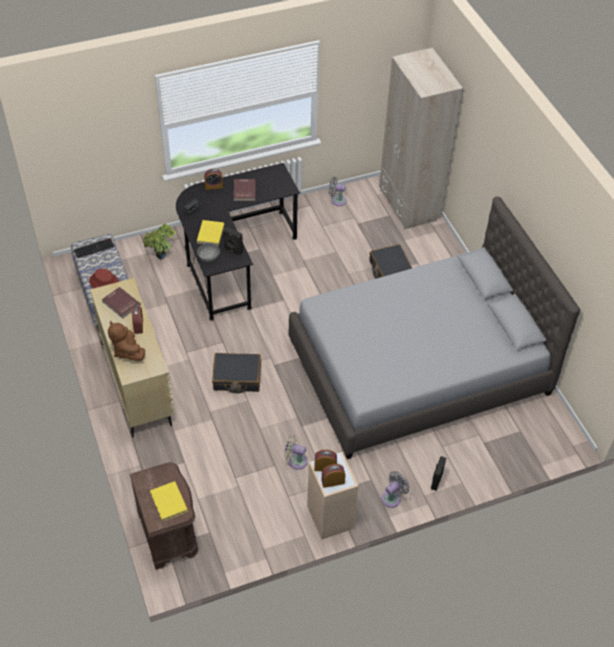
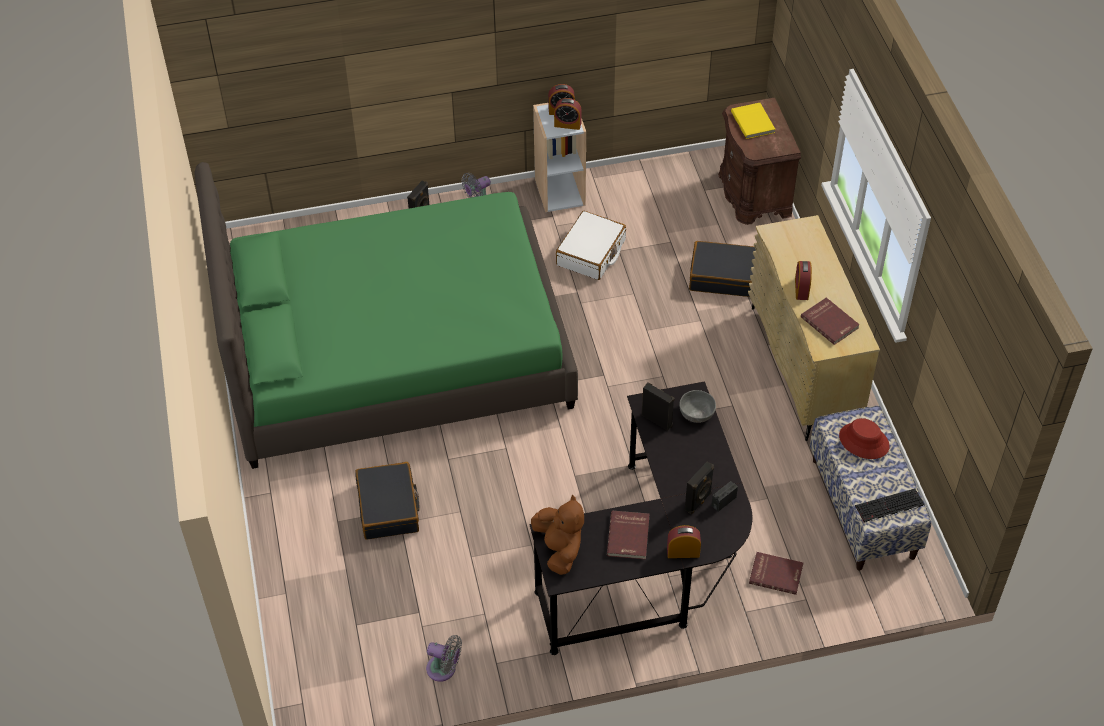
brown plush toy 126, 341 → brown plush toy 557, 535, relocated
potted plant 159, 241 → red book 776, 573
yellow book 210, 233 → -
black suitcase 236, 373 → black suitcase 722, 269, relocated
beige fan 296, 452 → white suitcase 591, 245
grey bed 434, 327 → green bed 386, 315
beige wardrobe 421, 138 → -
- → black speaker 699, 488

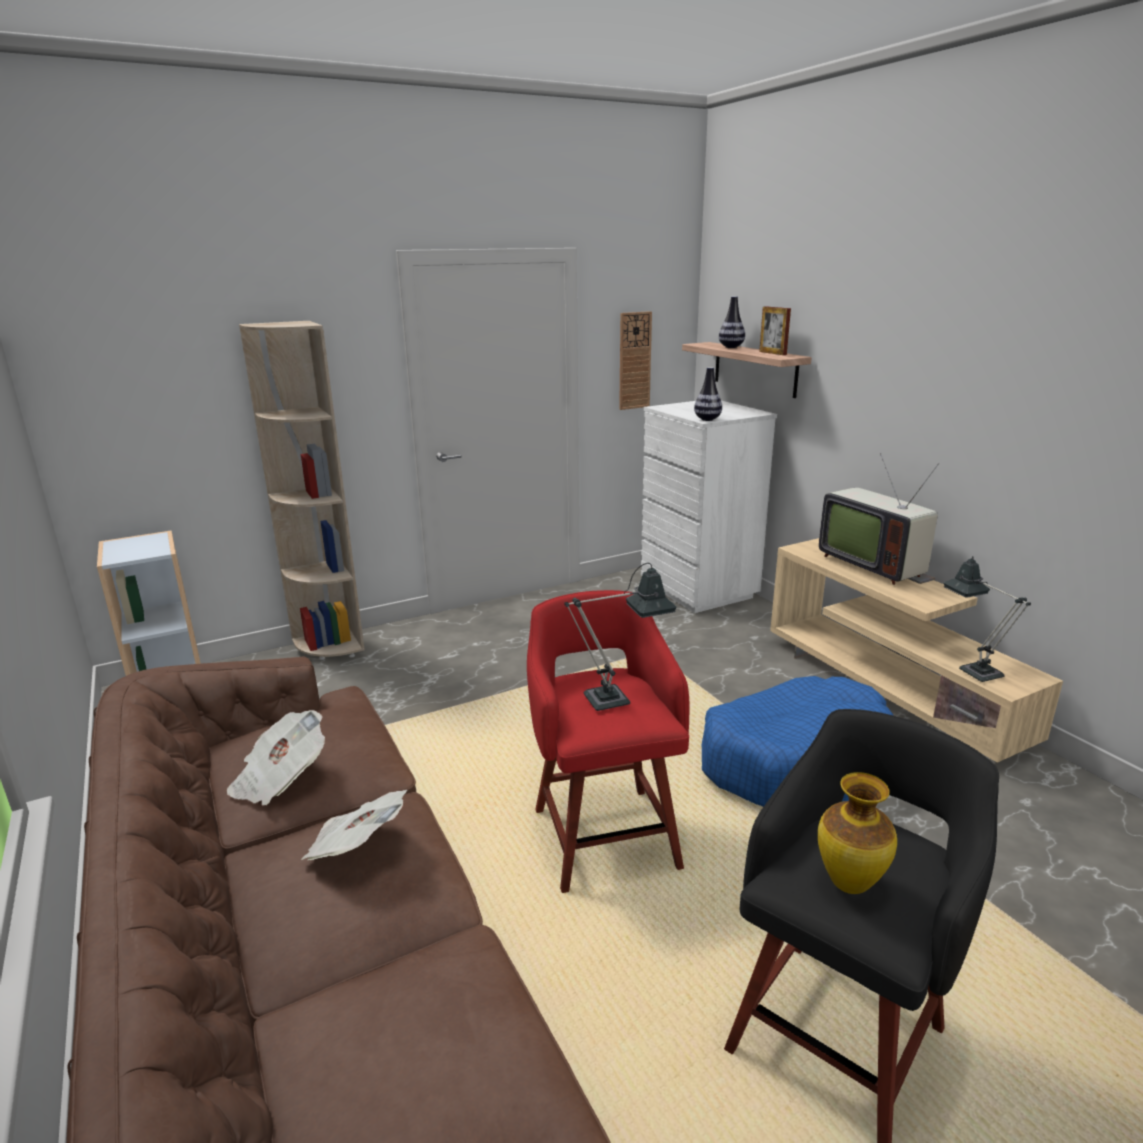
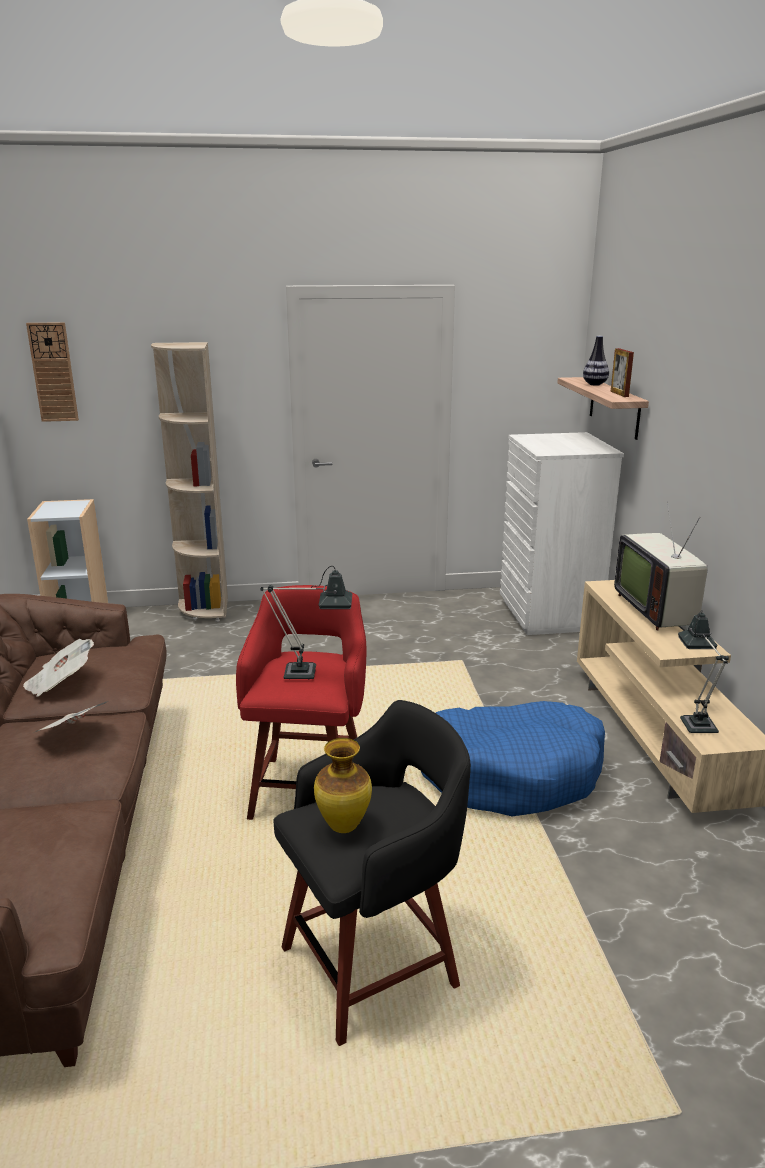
wall clock 635, 360 → wall clock 52, 372, relocated
vase 708, 394 → -

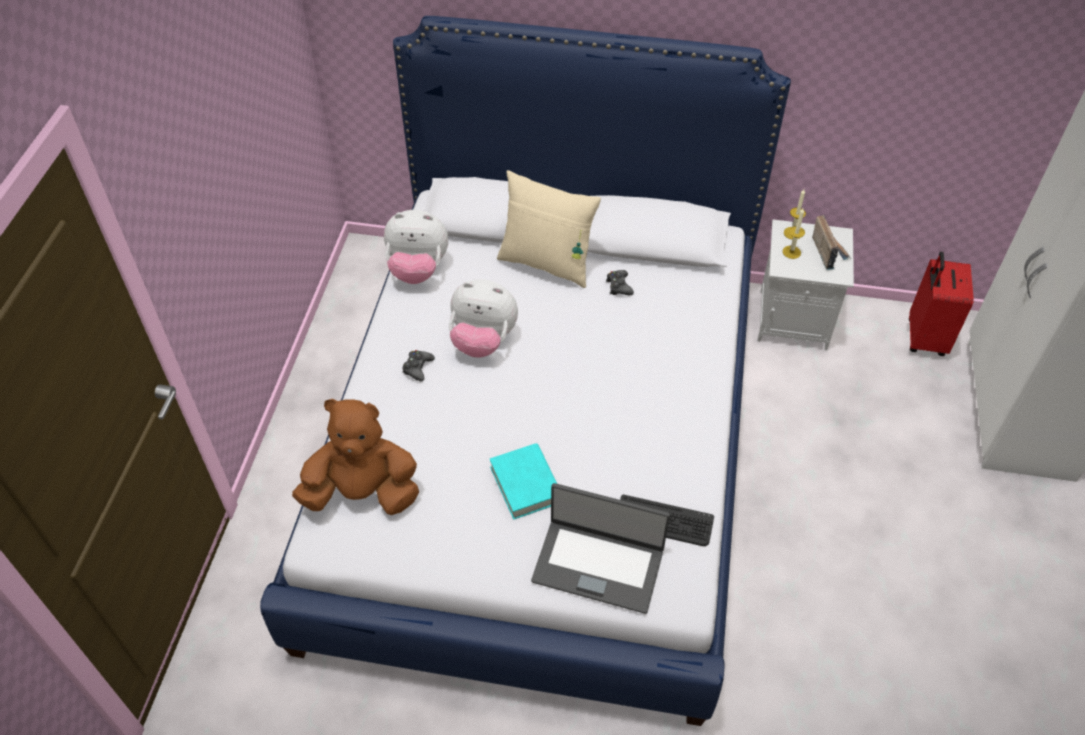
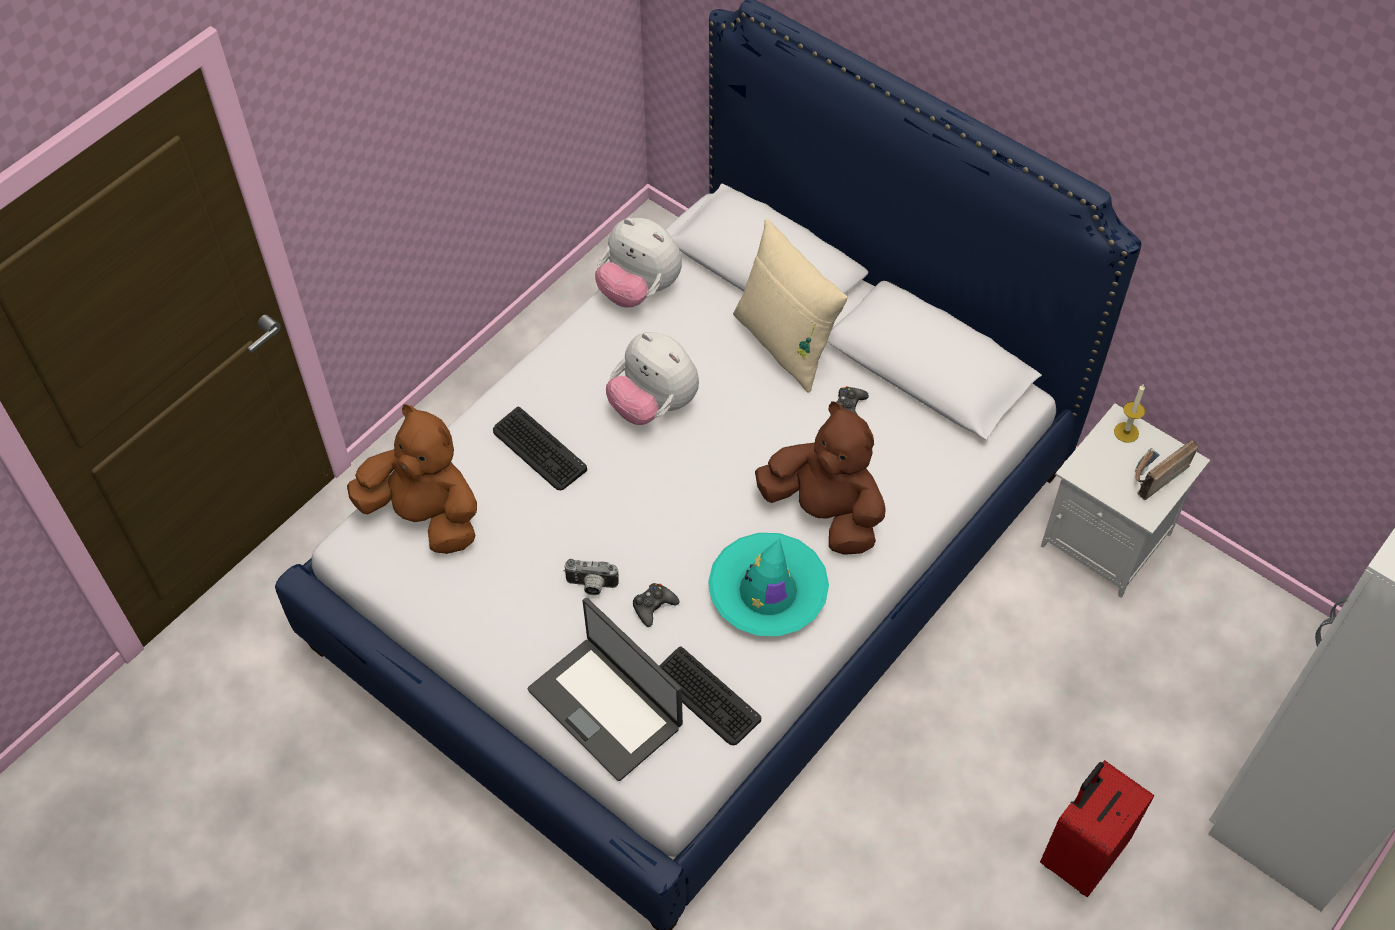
black game controller 419, 366 → black game controller 656, 605, relocated
turquoise book 523, 481 → photo camera 591, 577
candle 794, 234 → -
radio 832, 242 → radio 1167, 470, 150 degrees counterclockwise
red suitcase 941, 304 → red suitcase 1097, 828, relocated
- → keyboard 540, 448
- → turquoise hat 768, 584
- → brown plush toy 820, 478

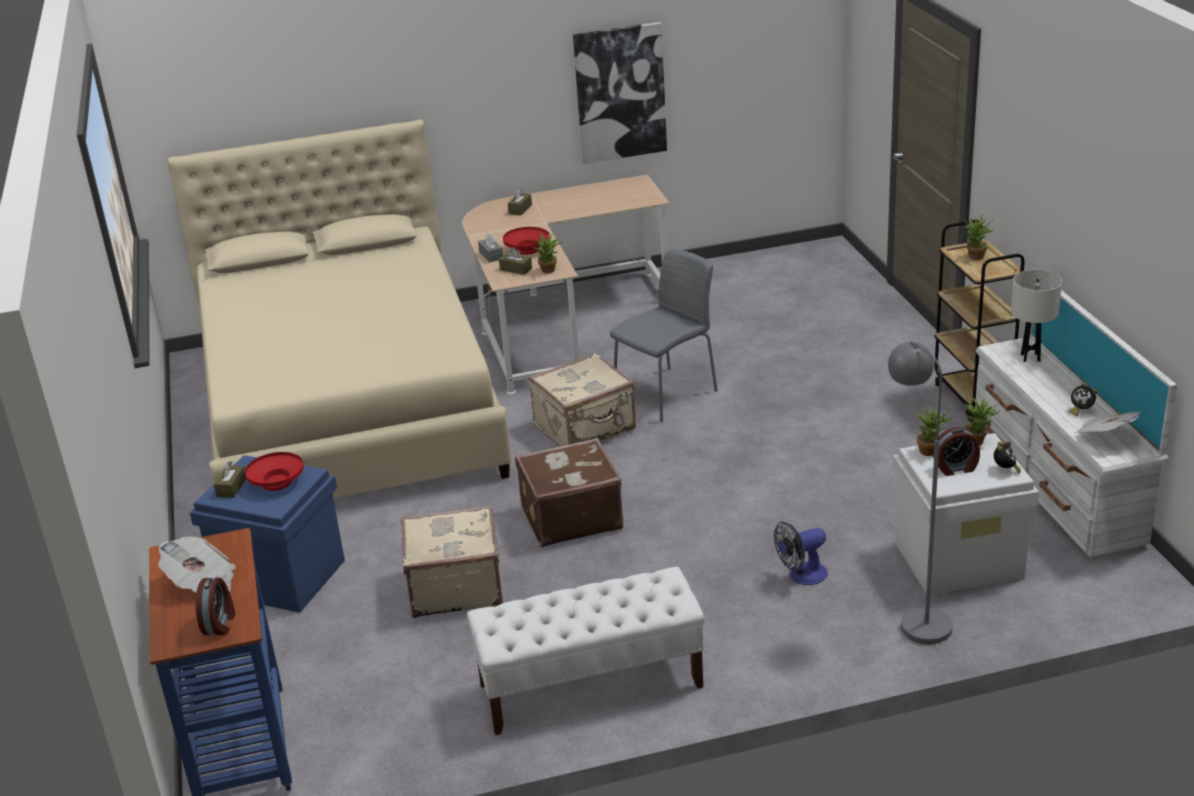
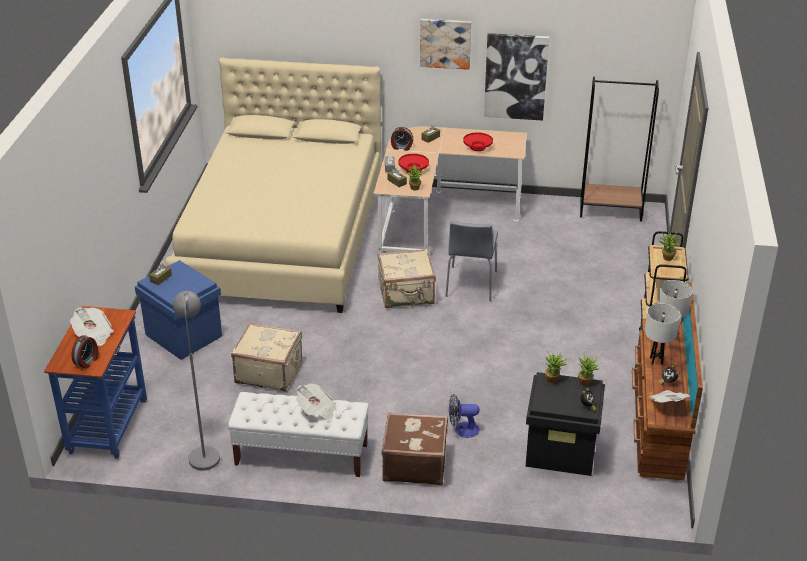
red bowl 274, 471 → red bowl 478, 141, relocated
brown suitcase 569, 492 → brown suitcase 414, 448, relocated
grey chair 664, 335 → grey chair 471, 261, 120 degrees clockwise
grey floor lamp 920, 492 → grey floor lamp 196, 381, relocated
white storage box 966, 514 → black storage box 565, 424
alarm clock 956, 451 → alarm clock 402, 139, relocated
white dresser 1076, 423 → brown dresser 667, 382
- → newspaper 316, 402
- → picture 445, 44
- → clothes rack 619, 149
- → white table lamp 663, 334

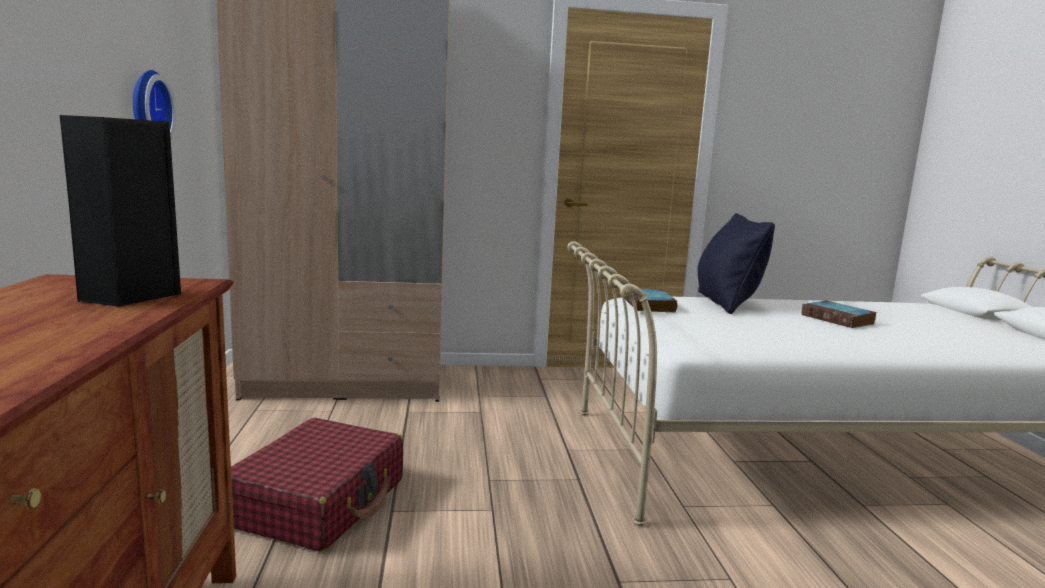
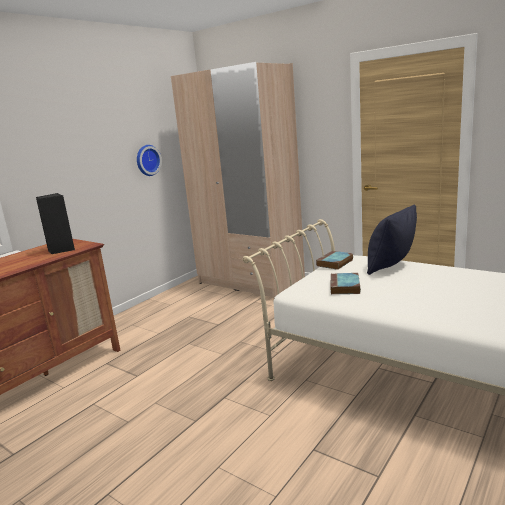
red suitcase 317, 485 → -
book 839, 314 → book 346, 283, relocated

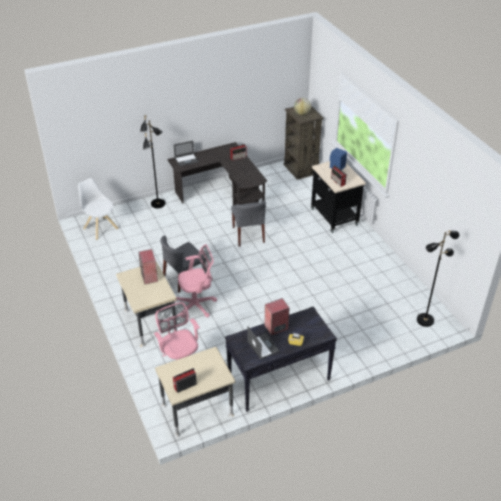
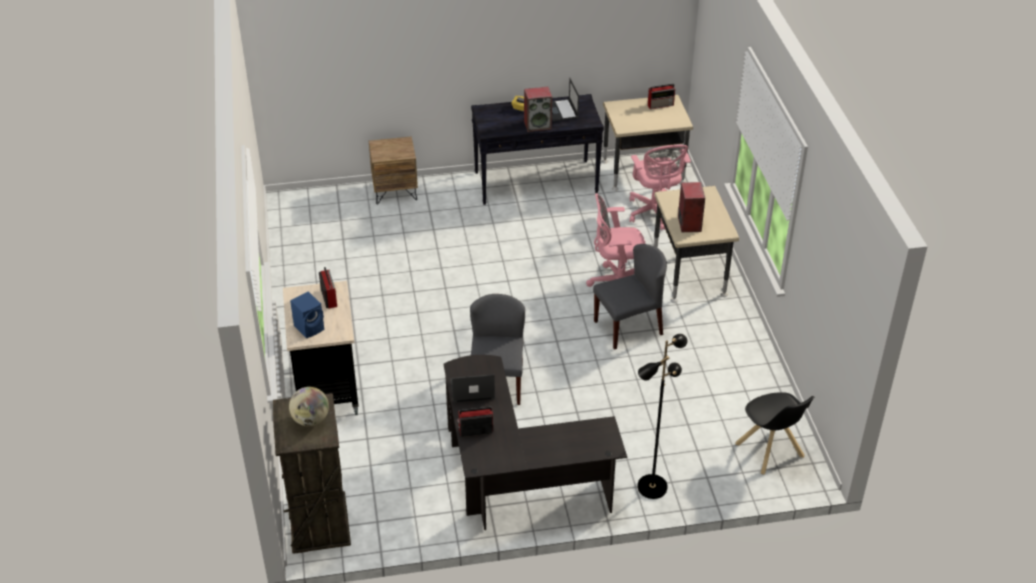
white chair 98, 209 → black chair 775, 433
laptop 186, 153 → laptop 472, 388, relocated
black floor lamp 438, 278 → -
- → brown nightstand 393, 170

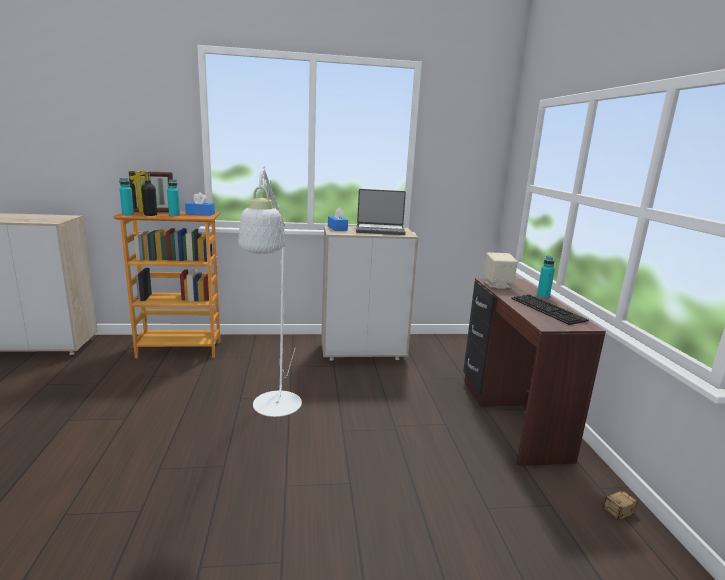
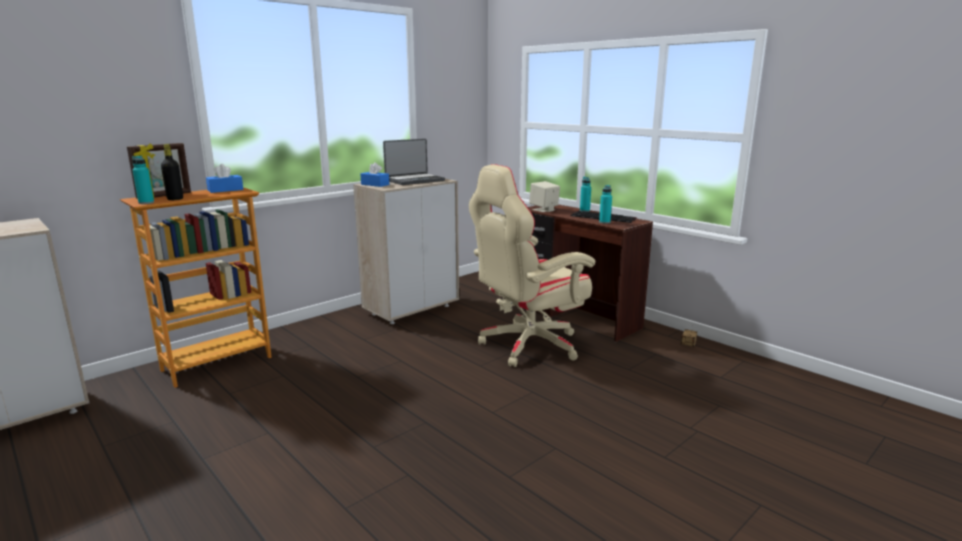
turquoise bottle 173, 198 → turquoise bottle 605, 204, relocated
white floor lamp 270, 291 → -
- → beige office chair 532, 265

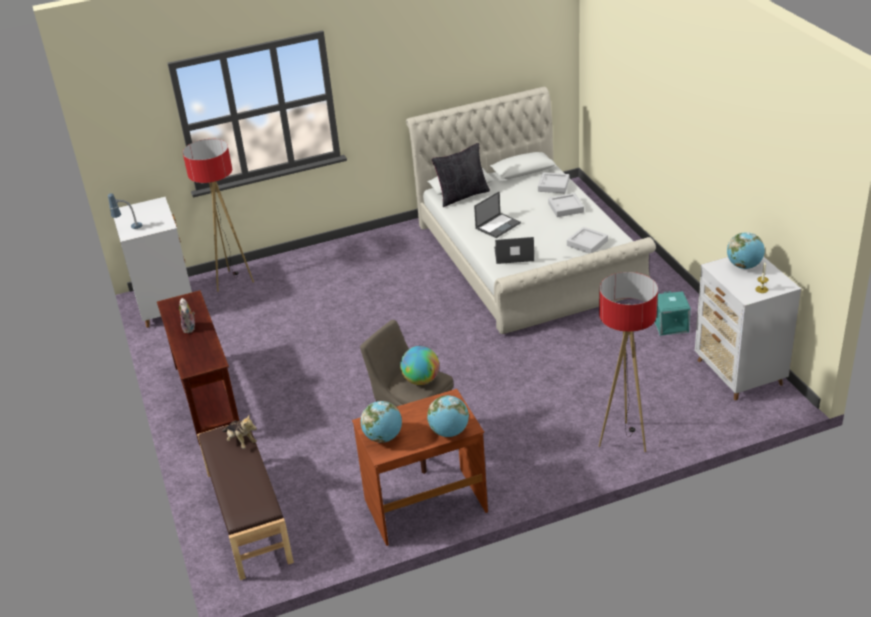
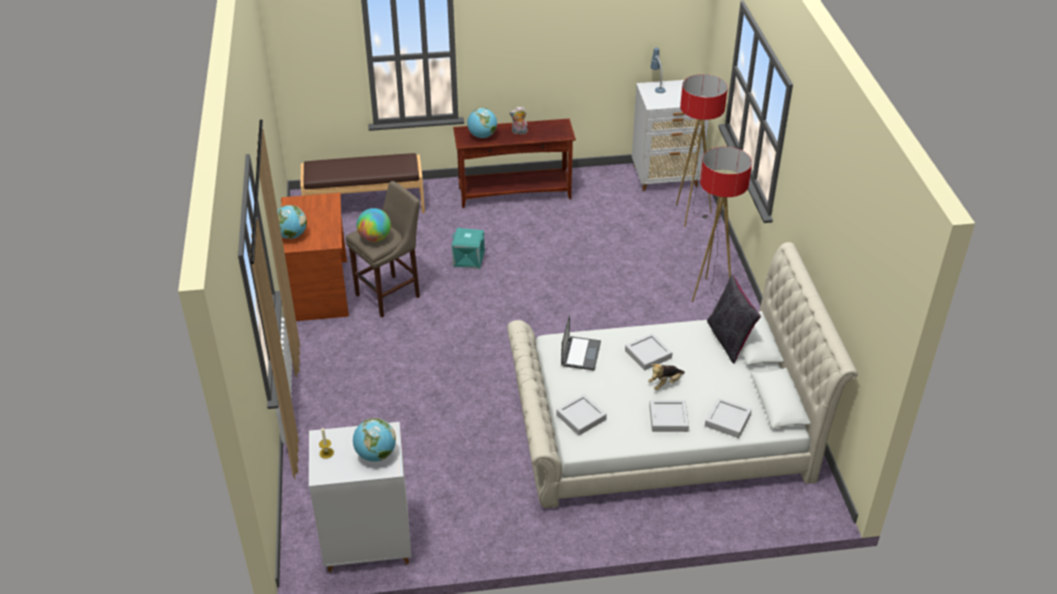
plush toy 239, 432 → plush toy 666, 377, relocated
globe 381, 422 → globe 482, 123, relocated
laptop 497, 214 → grey tray 649, 351
floor lamp 628, 362 → floor lamp 722, 224, relocated
turquoise storage box 673, 313 → turquoise storage box 468, 248, relocated

